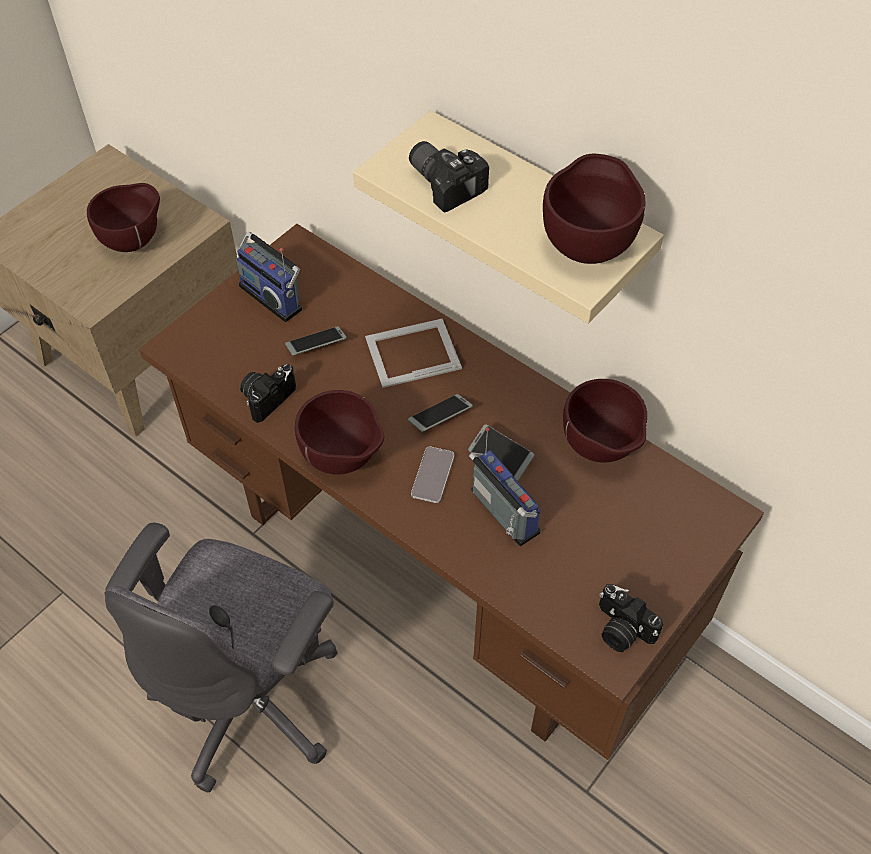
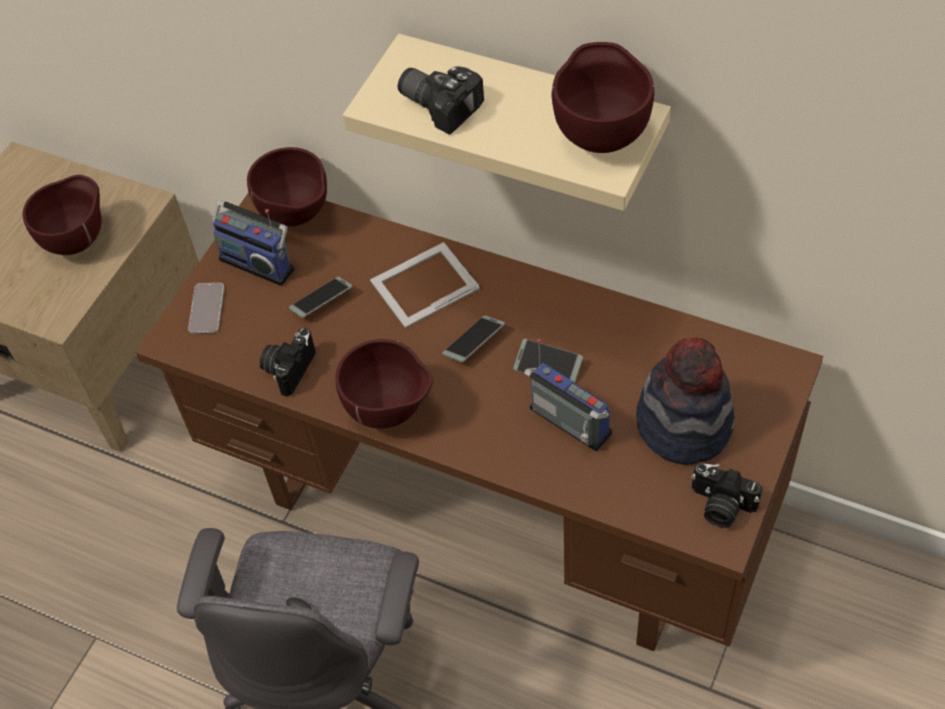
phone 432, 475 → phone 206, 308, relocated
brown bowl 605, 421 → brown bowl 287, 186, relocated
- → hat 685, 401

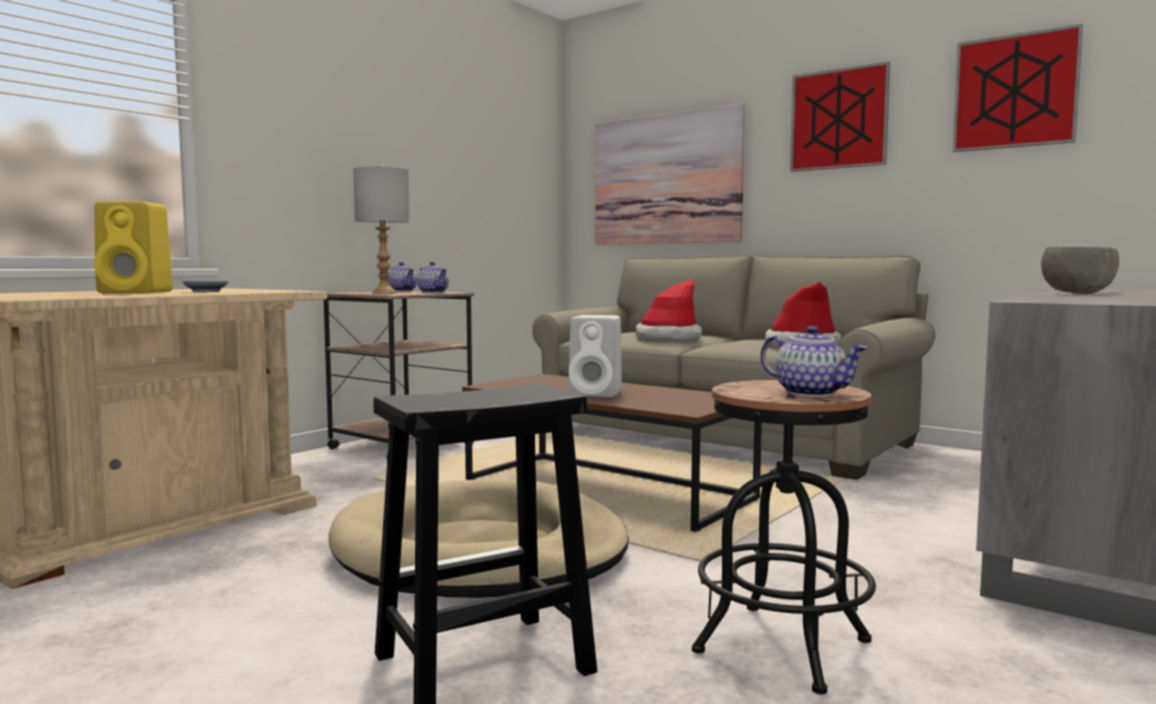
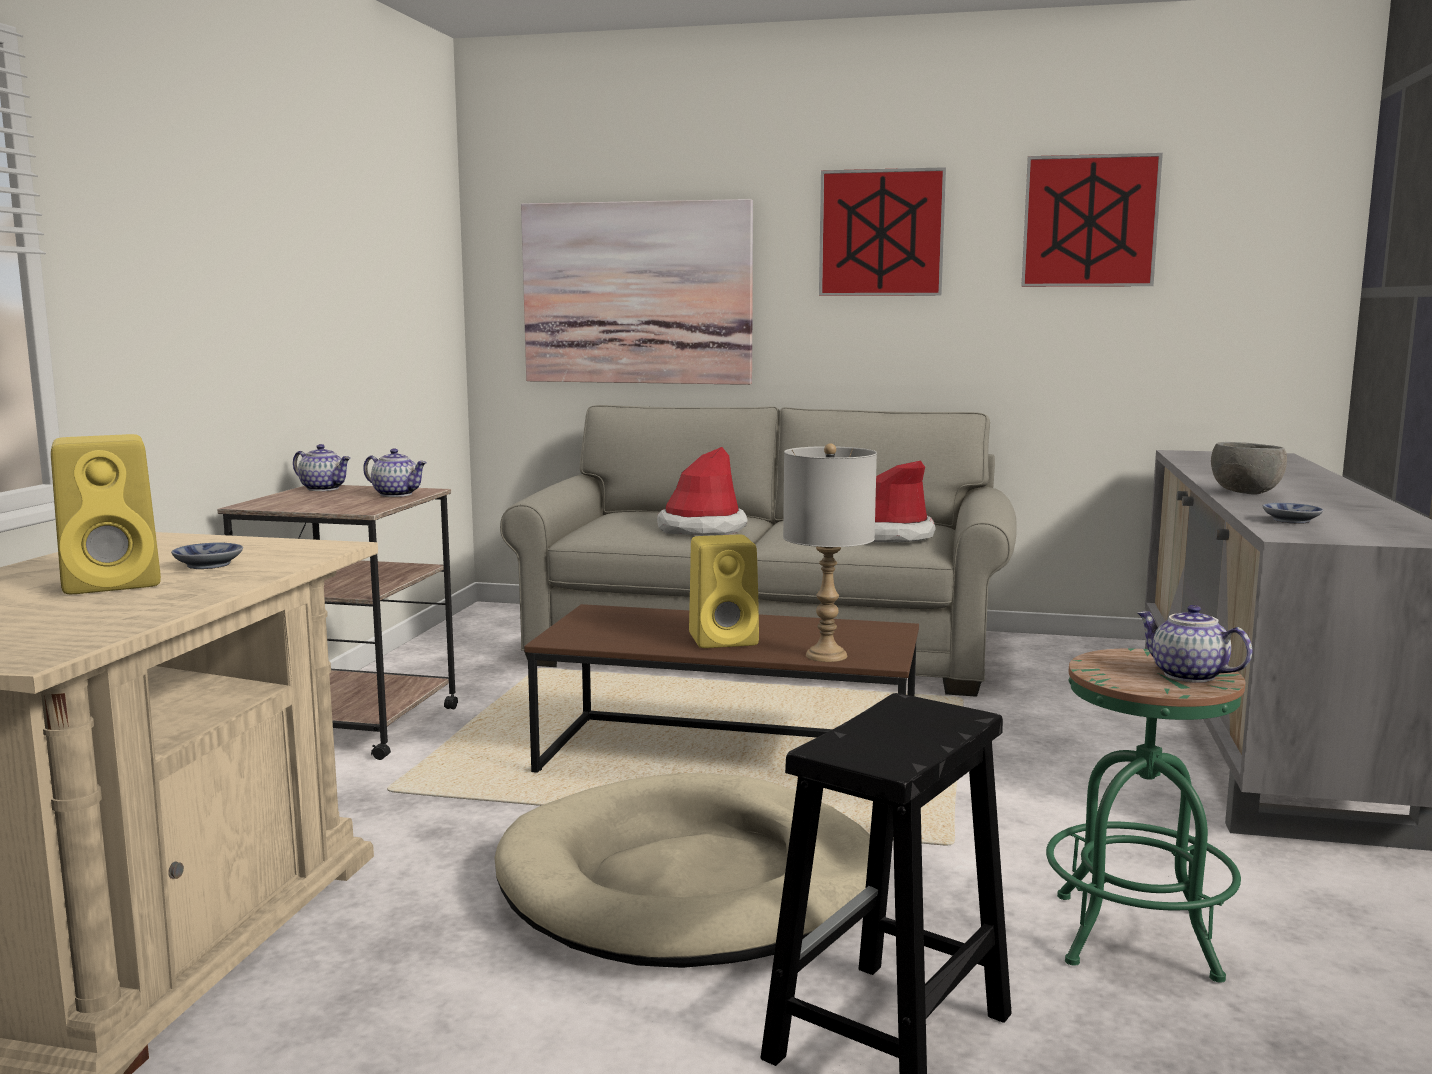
grey table lamp 381, 229 → grey table lamp 830, 552, relocated
white speaker 595, 356 → yellow speaker 724, 591
black stool 784, 537 → green stool 1146, 816
teapot 814, 361 → teapot 1195, 644, 150 degrees counterclockwise
- → bowl 1293, 513

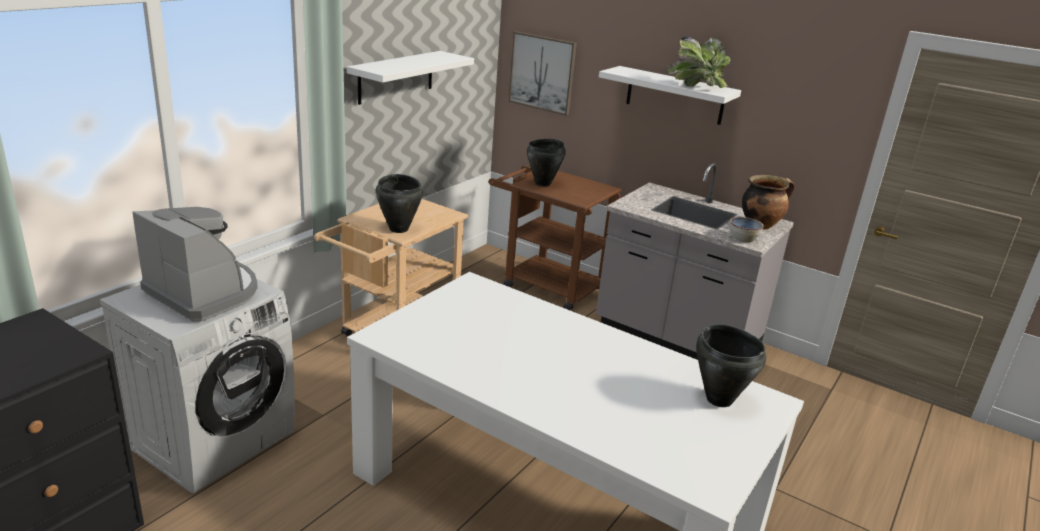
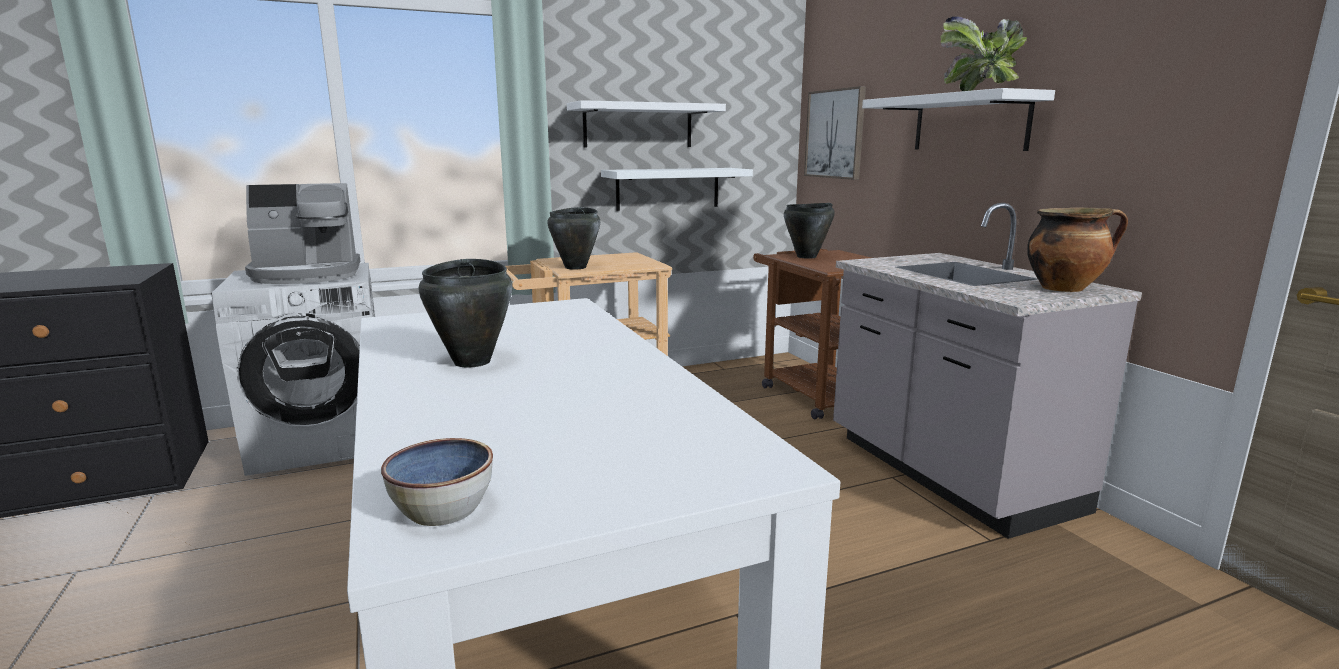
coffee machine 195, 264 → coffee machine 302, 233, 90 degrees clockwise
black cooking pot 731, 365 → black cooking pot 465, 313, relocated
bowl 747, 229 → bowl 437, 482, relocated
- → white shelf 677, 189

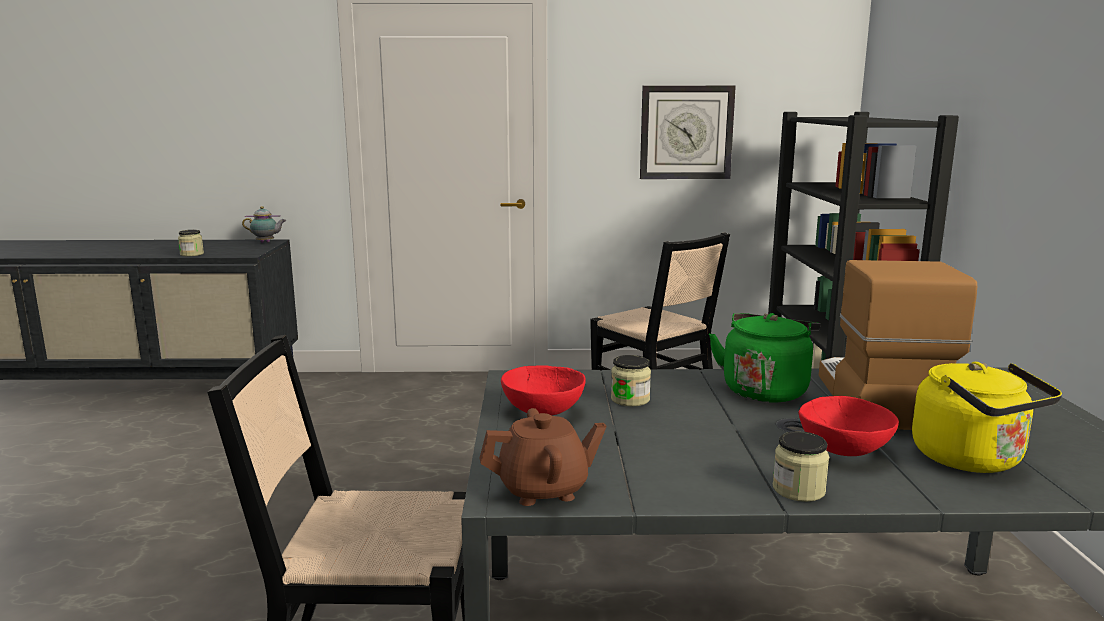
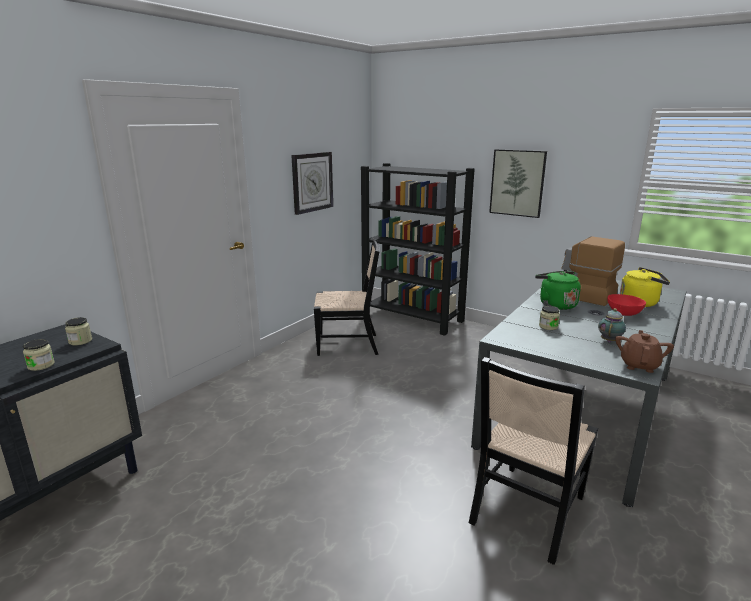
teapot 264, 224 → teapot 612, 325, relocated
red bowl 543, 390 → -
jar 801, 466 → jar 78, 331, relocated
- → picture 518, 183

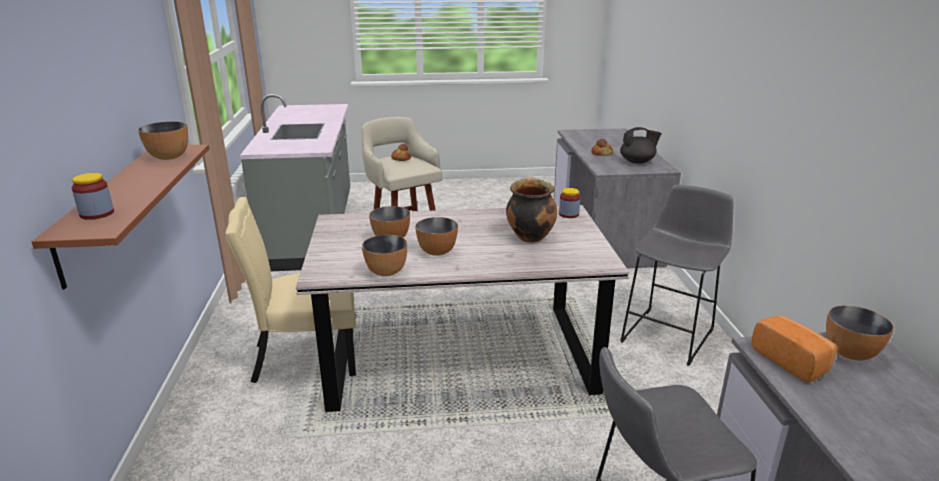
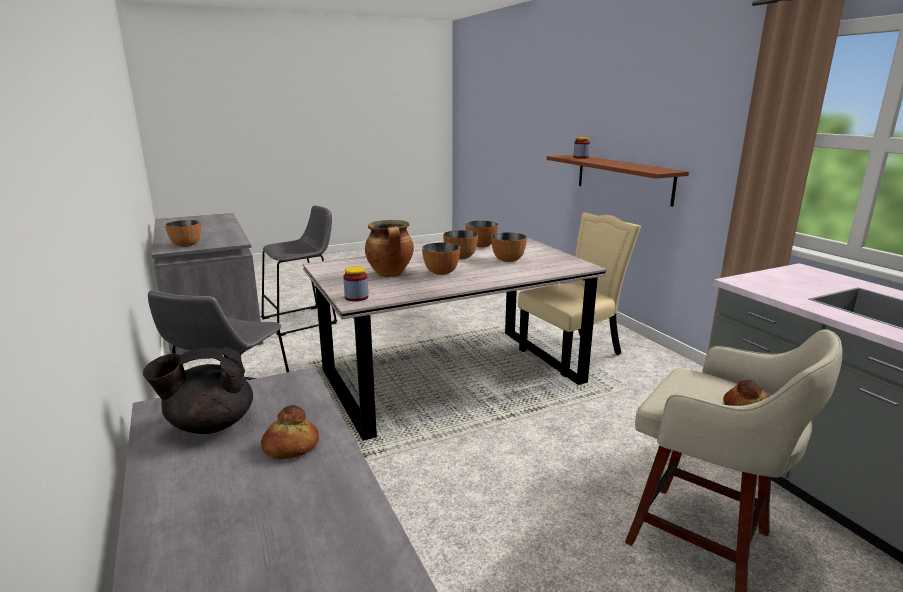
bowl 163, 140 → bowl 441, 259, relocated
bread 794, 349 → -

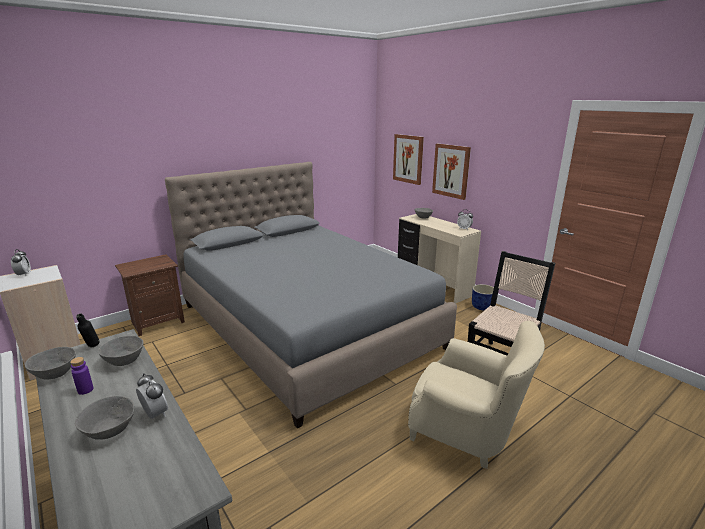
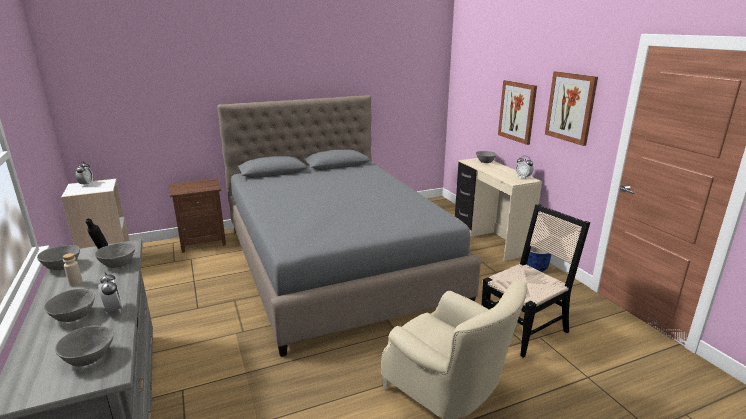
purple bottle 81, 376 → beige bottle 73, 269
picture 408, 159 → picture 571, 108, relocated
- → grey bowl 84, 345

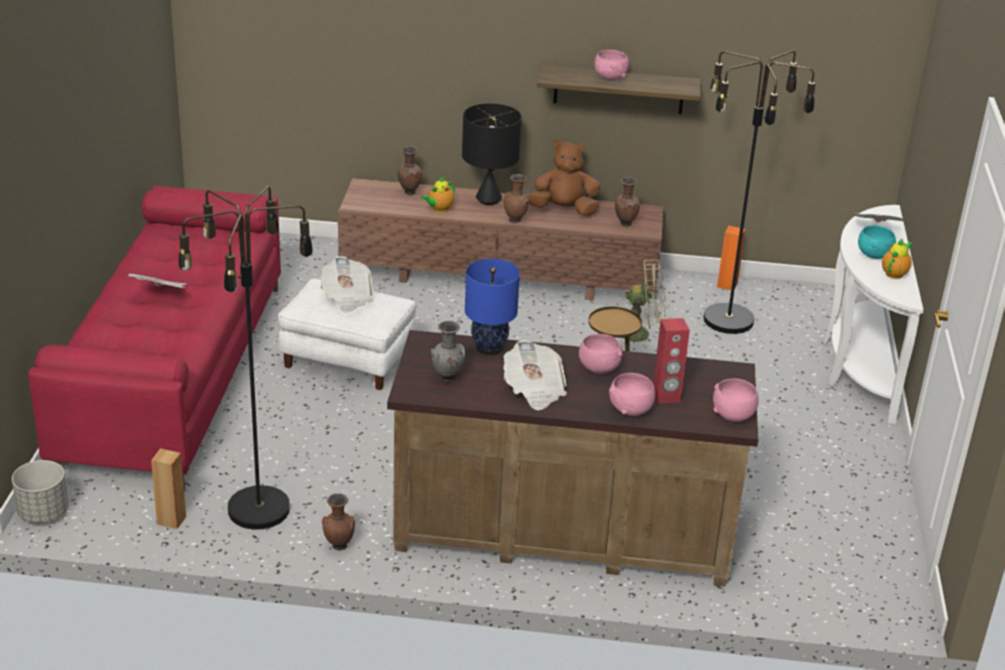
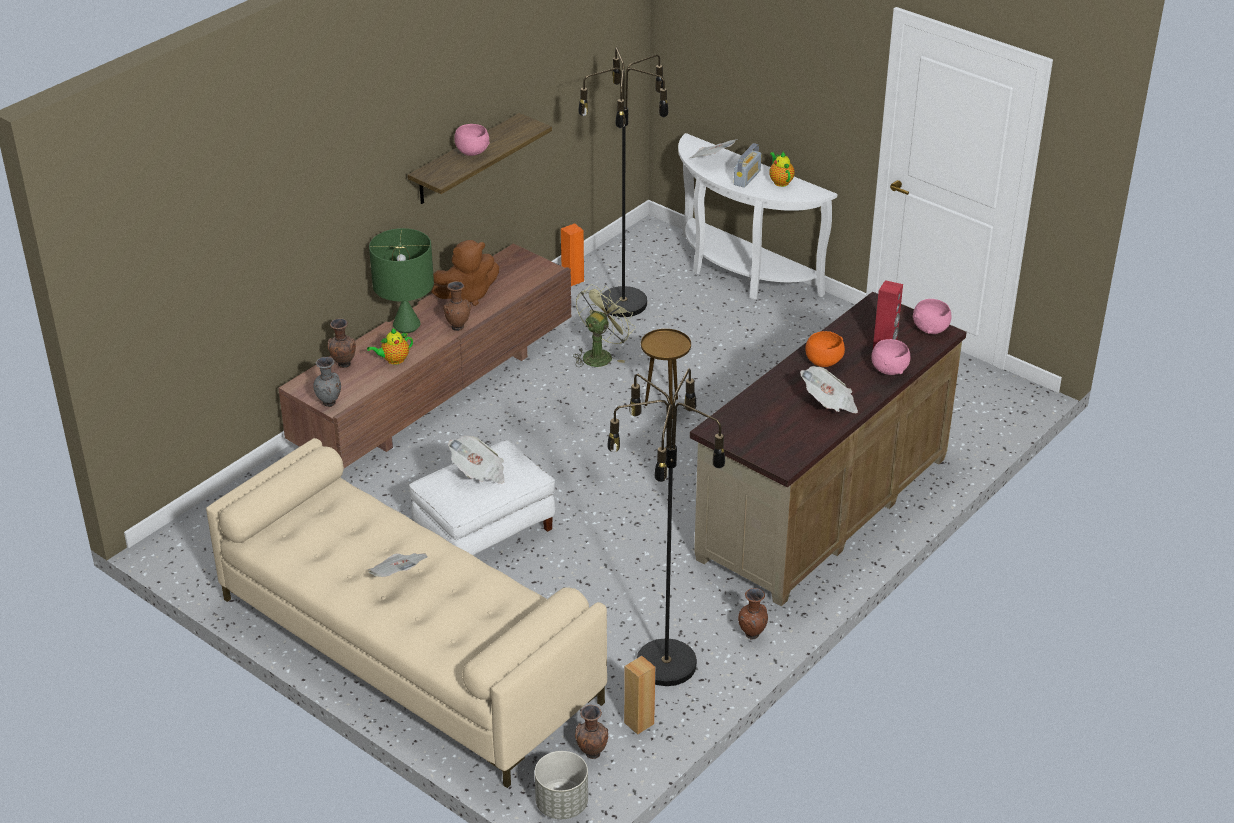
red sofa 154, 339 → beige sofa 406, 613
teapot 438, 194 → teapot 390, 346, 75 degrees clockwise
grey vase 448, 352 → grey vase 327, 382, relocated
black table lamp 492, 154 → green table lamp 401, 280
blue table lamp 492, 307 → -
brown plush toy 563, 177 → brown plush toy 465, 273, 150 degrees counterclockwise
pink bowl 601, 354 → orange bowl 825, 349
brown vase 627, 202 → brown vase 591, 732, relocated
turquoise bowl 877, 242 → radio 748, 165

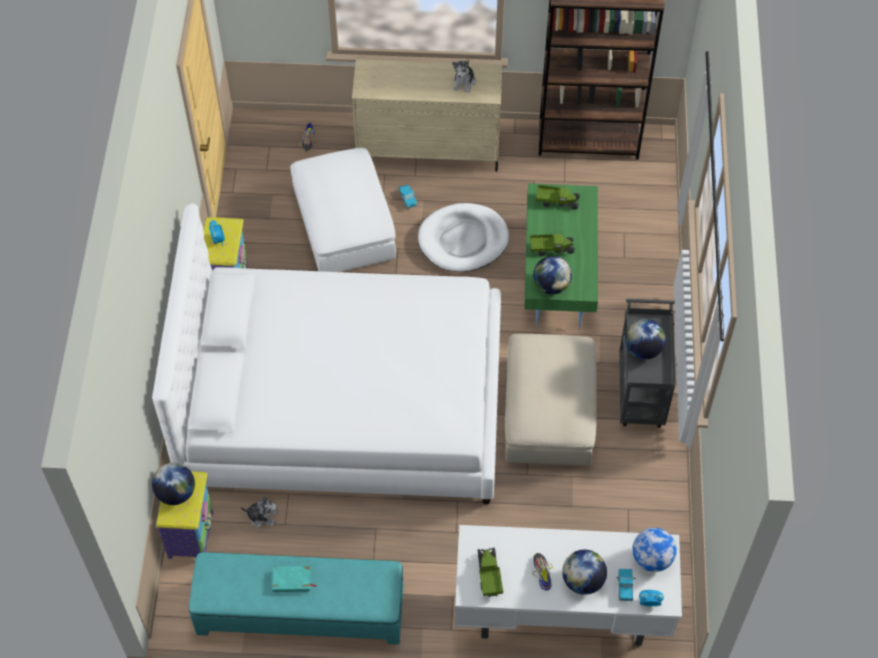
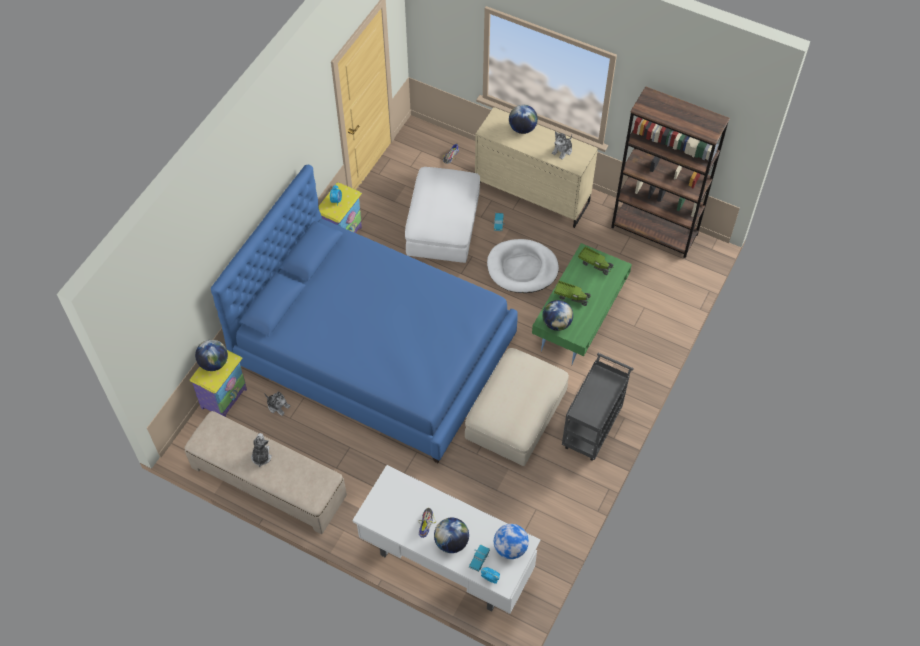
white bed 326, 353 → blue bed 364, 314
turquoise bench 296, 598 → beige bench 266, 472
turquoise book 294, 579 → plush toy 261, 450
toy truck 490, 572 → -
globe 645, 339 → globe 523, 119, relocated

